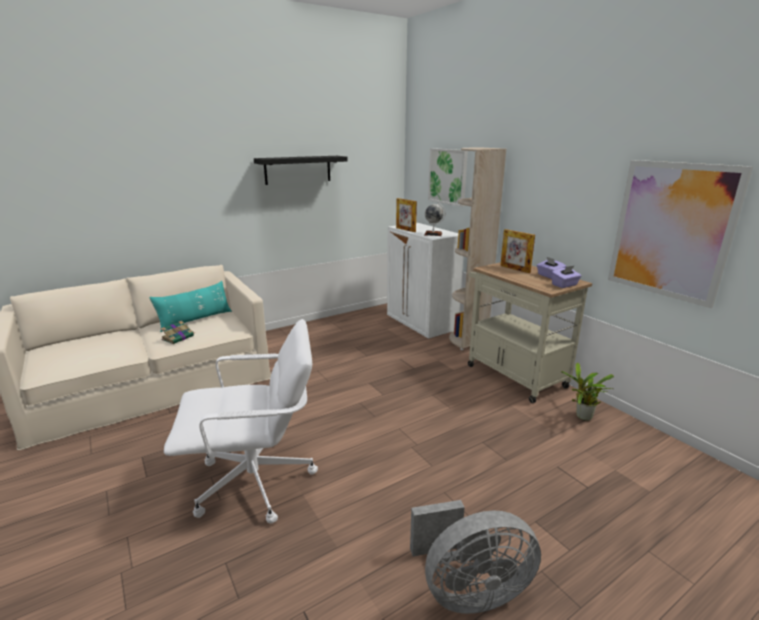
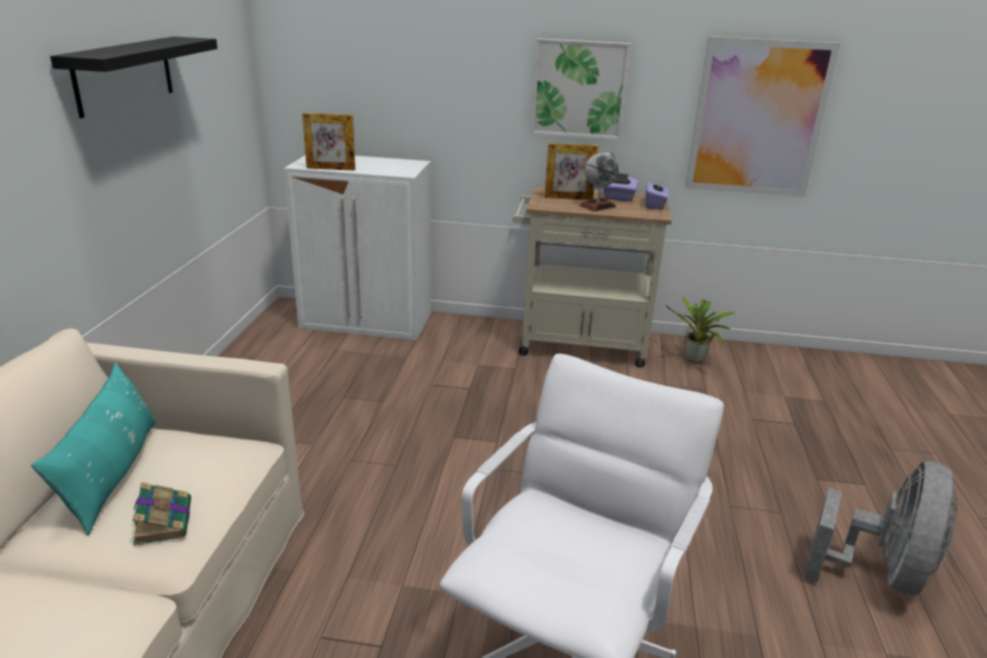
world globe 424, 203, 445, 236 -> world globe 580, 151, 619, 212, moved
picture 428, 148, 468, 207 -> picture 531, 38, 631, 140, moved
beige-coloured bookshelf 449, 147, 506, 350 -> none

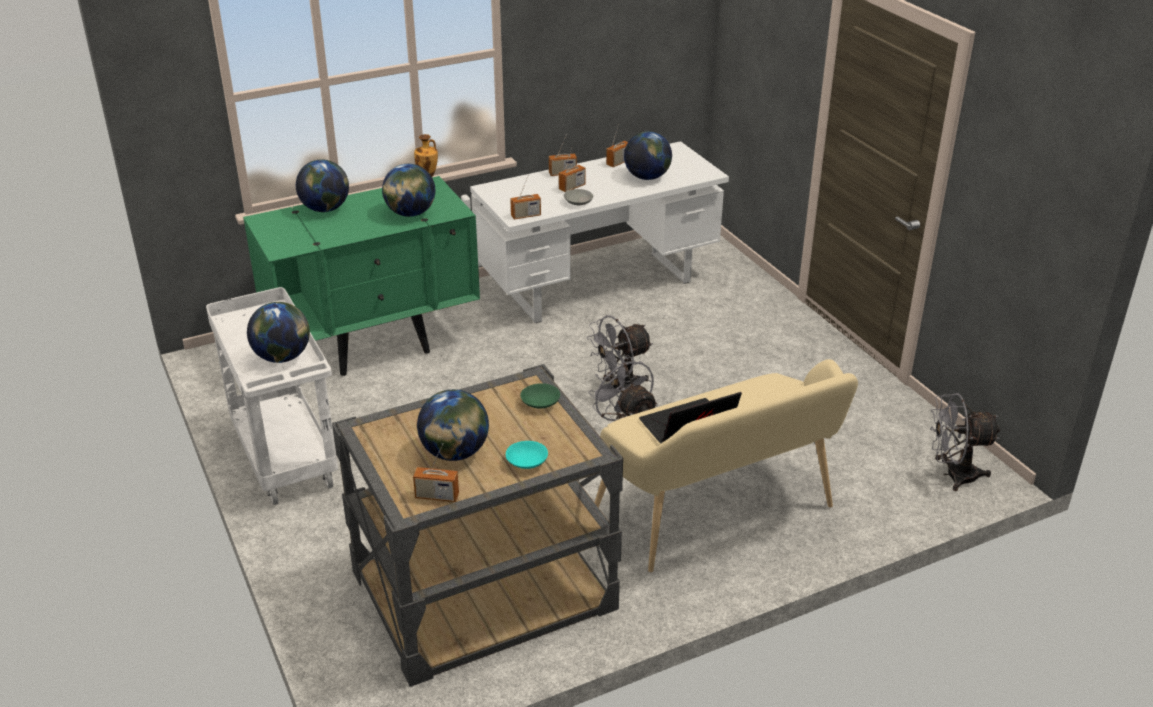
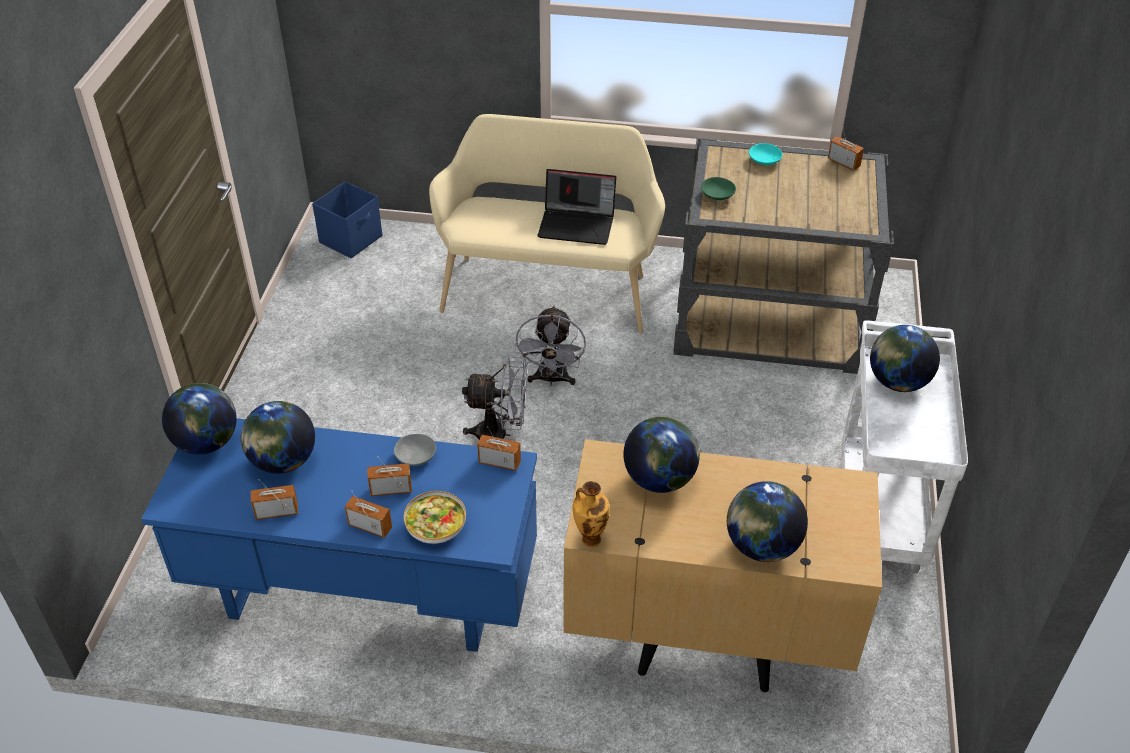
greenish drawer chest 243, 176, 480, 376 -> beige-coloured drawer chest 563, 439, 882, 692
world globe 417, 389, 489, 461 -> world globe 162, 383, 237, 455, moved
whitish desk table 470, 141, 729, 323 -> bluish desk table 141, 418, 537, 652
grey cooling fan 930, 393, 1000, 491 -> bluish storage bin 312, 181, 382, 258
none -> serving bowl 404, 491, 466, 544

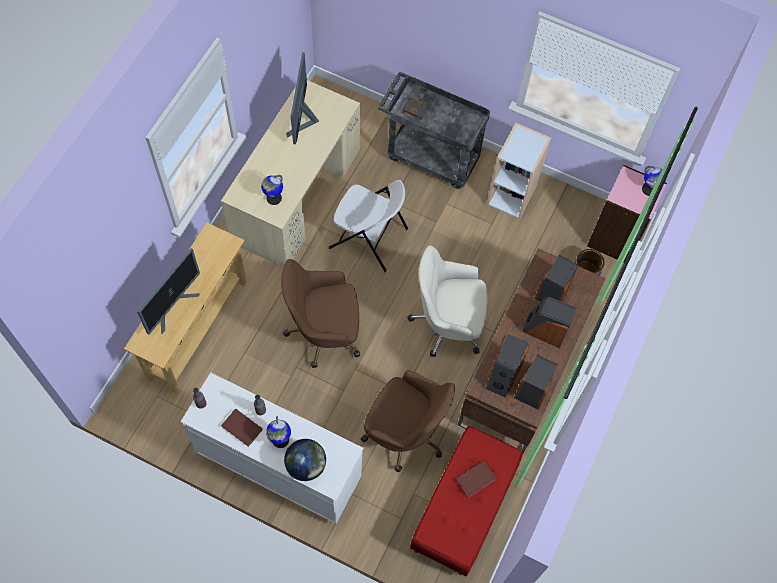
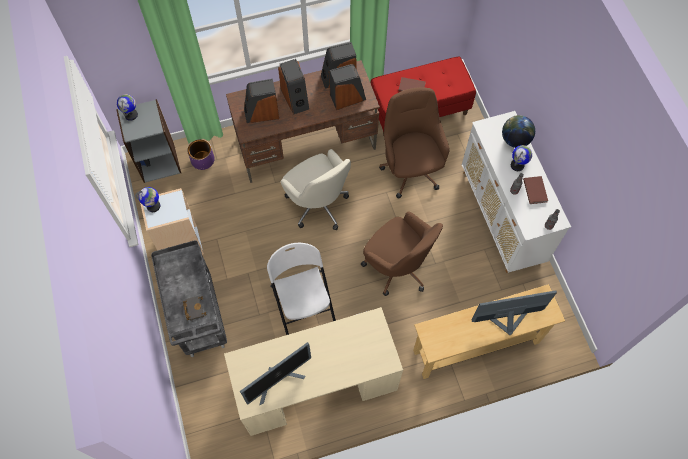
world globe 261, 175, 283, 205 -> world globe 135, 187, 160, 212, moved
pinkish bookshelf 587, 165, 667, 262 -> grey bookshelf 116, 99, 181, 183

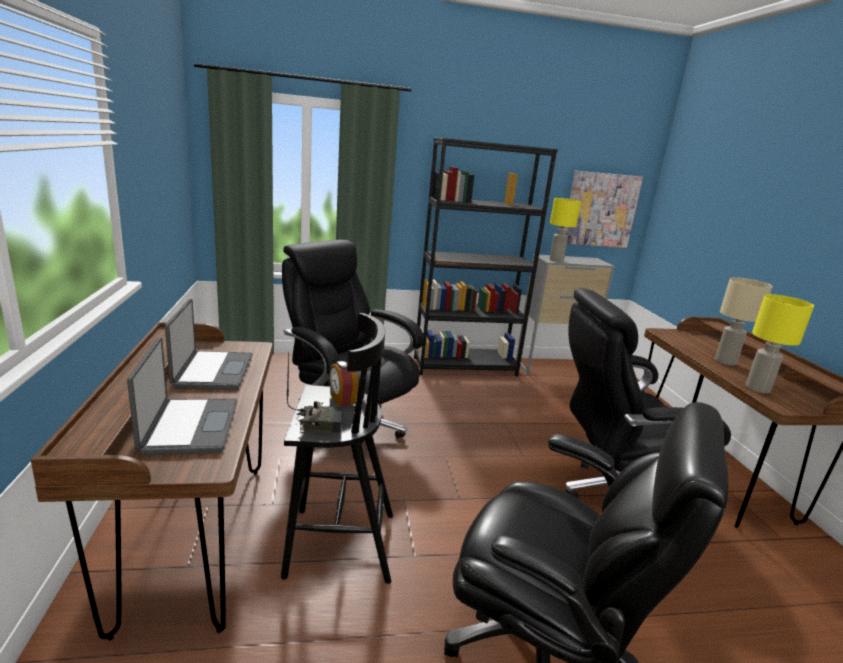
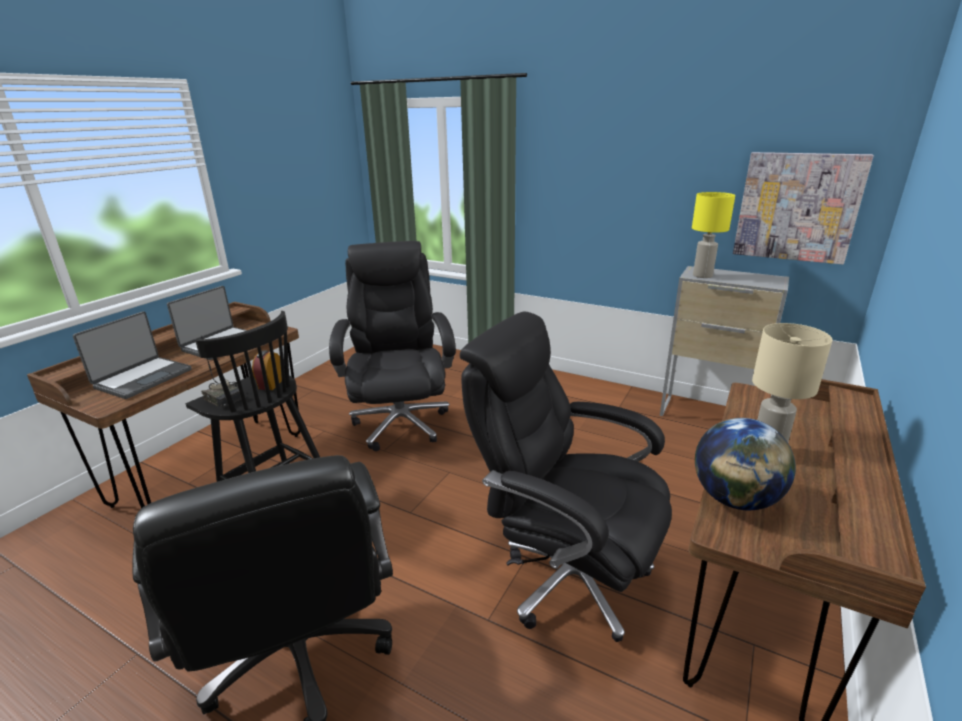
black-coloured bookshelf 414, 138, 558, 376 -> none
yellow-coloured table lamp 746, 294, 814, 393 -> world globe 695, 418, 796, 510

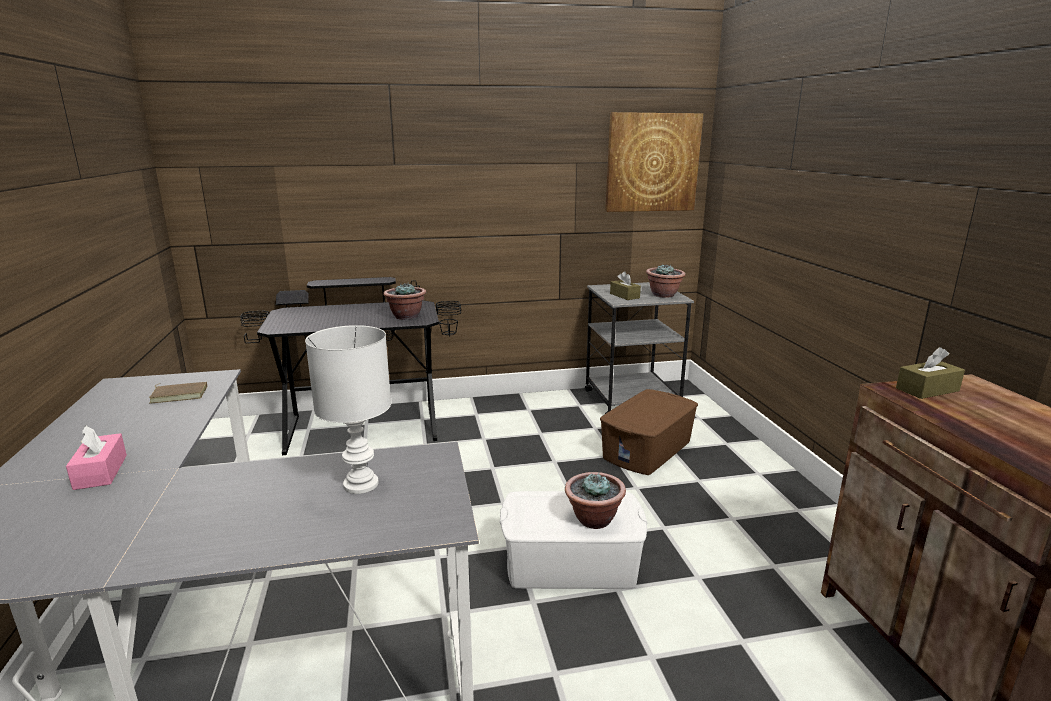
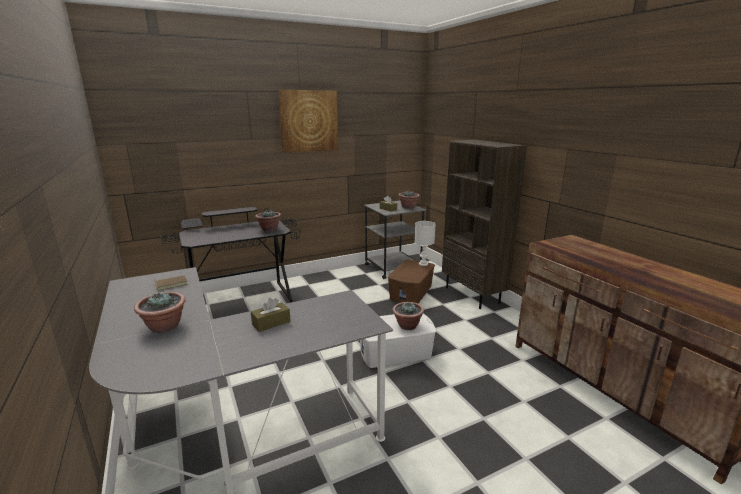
pinkish box of tissues 66, 425, 127, 490 -> potted plant 134, 291, 186, 333
whitish table lamp 305, 325, 391, 494 -> whitish table lamp 415, 221, 435, 266, moved
picture 605, 112, 703, 212 -> picture 278, 90, 338, 153, moved
brownish box of tissues 896, 347, 965, 399 -> brownish box of tissues 251, 298, 291, 332, moved
none -> brownish bookshelf 442, 140, 527, 309

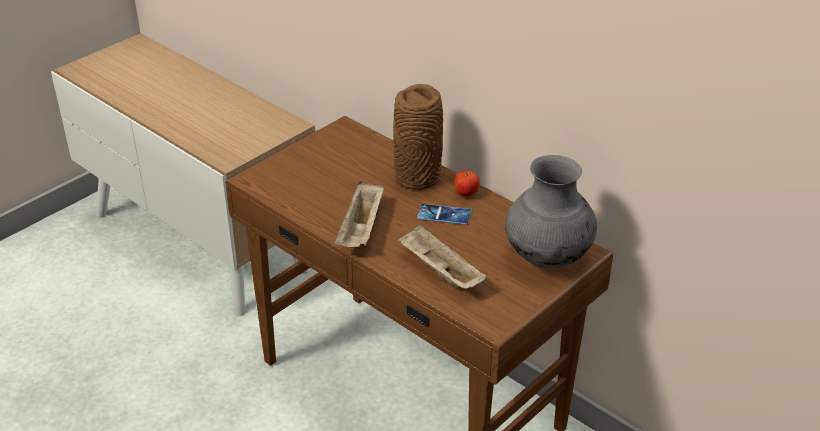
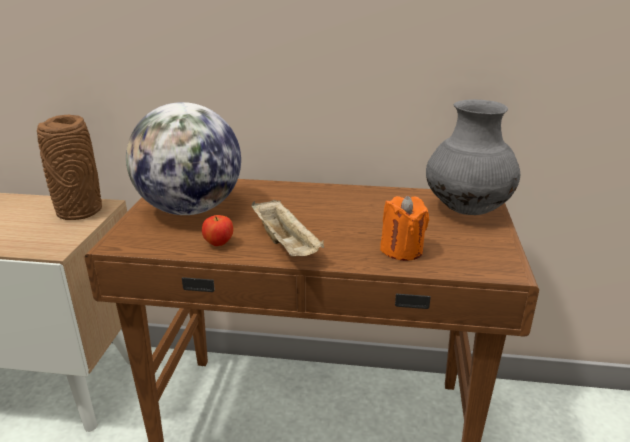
brownish decorative vase 393, 84, 443, 190 -> brownish decorative vase 37, 115, 102, 220, moved
beige-coloured serving tray 398, 225, 487, 289 -> orange wax candle 380, 196, 429, 261
handset 417, 204, 471, 225 -> none
whole apple 454, 171, 480, 197 -> whole apple 202, 215, 233, 246, moved
none -> world globe 126, 102, 241, 215

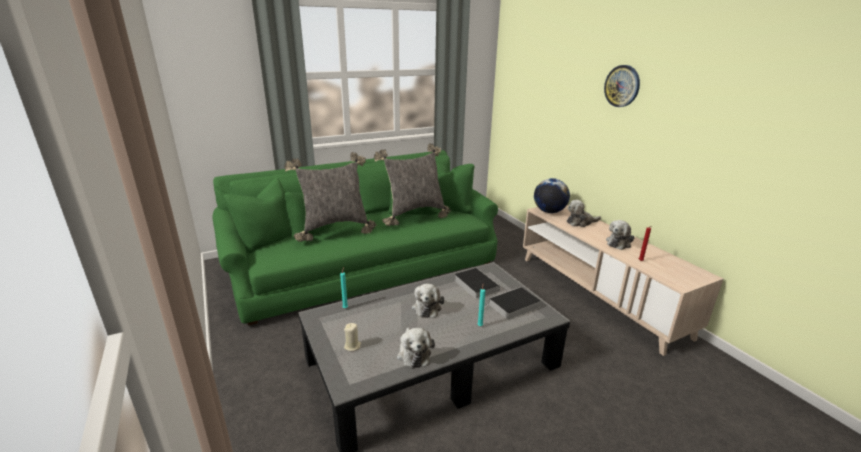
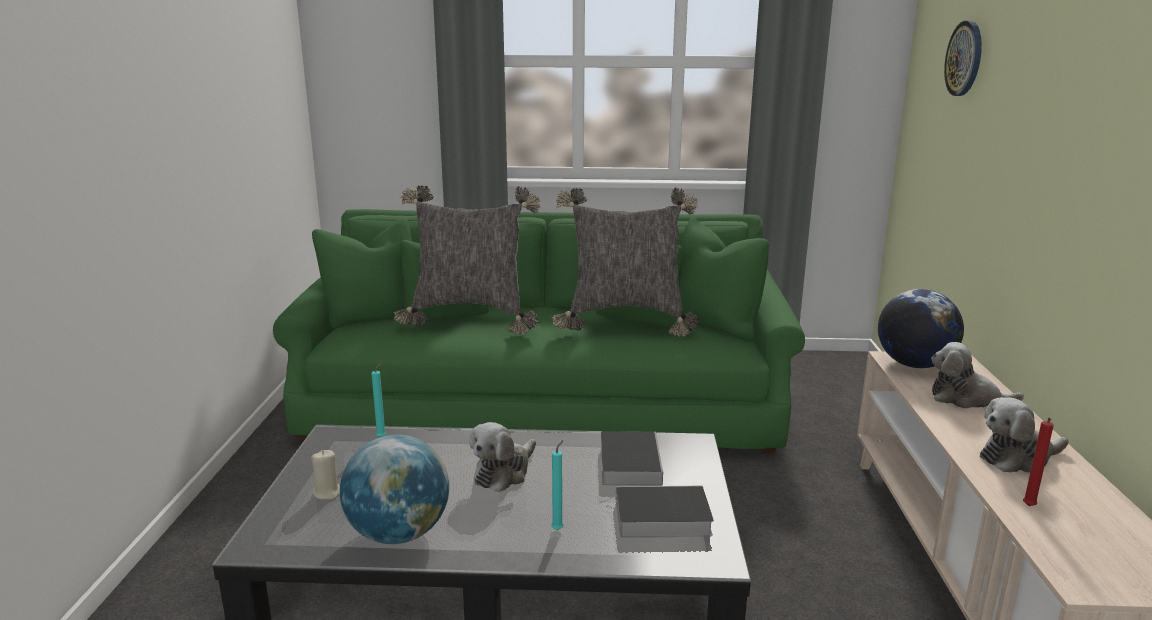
plush toy 397, 327, 435, 368 -> world globe 340, 435, 449, 544
wall clock 604, 65, 640, 107 -> wall clock 944, 21, 982, 96, moved

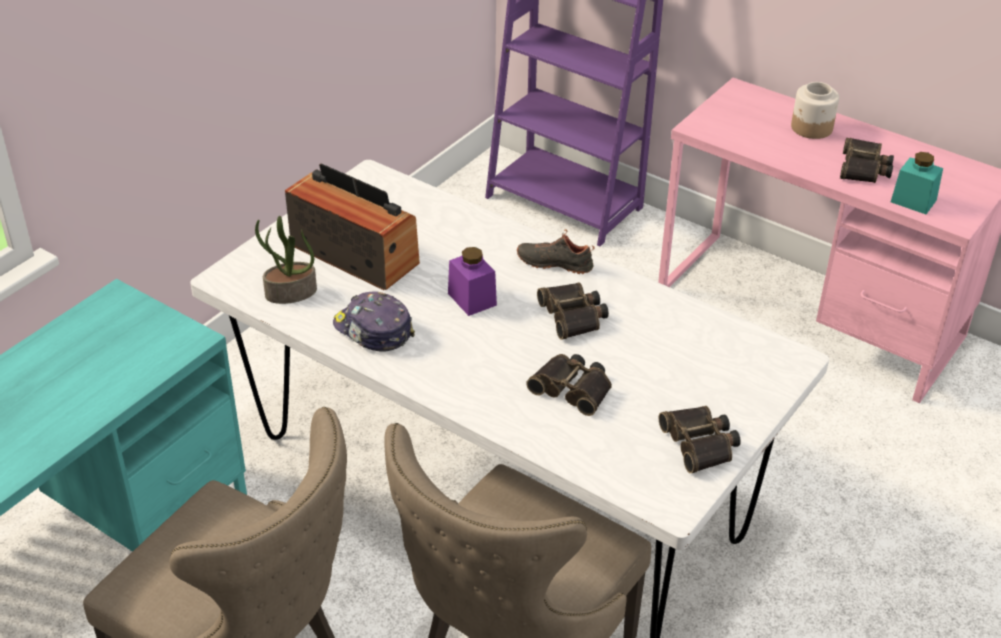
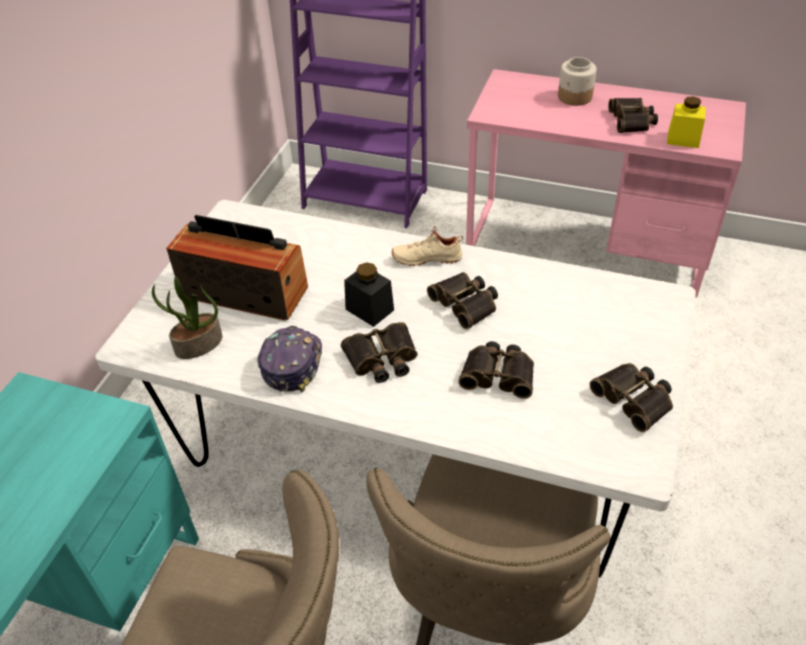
baseball cap 333, 292, 415, 352 -> baseball cap 257, 326, 322, 392, 75 degrees clockwise
purplish preserve jar 448, 247, 497, 316 -> black-coloured preserve jar 344, 262, 394, 327
black-coloured low shoe 517, 229, 595, 274 -> beige-coloured low shoe 392, 226, 463, 266
turquoise preserve jar 891, 152, 943, 214 -> yellow-coloured preserve jar 667, 96, 706, 148
none -> field glasses 341, 322, 417, 383

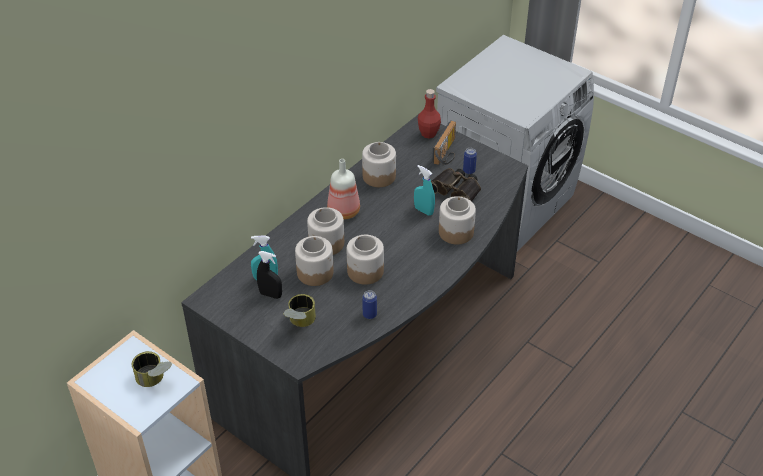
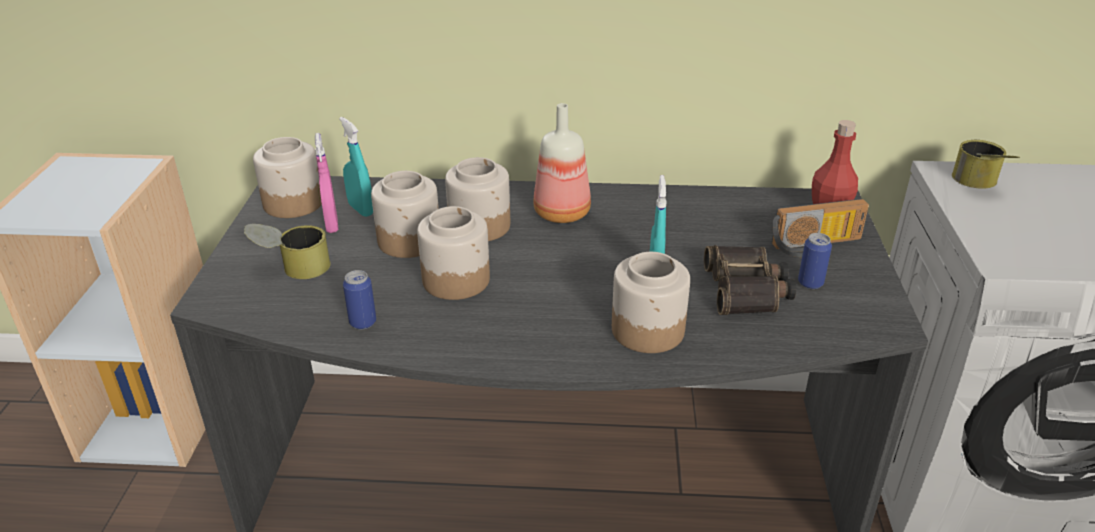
sealed can 132, 351, 172, 387 -> sealed can 952, 140, 1020, 189, moved
black-coloured hand sprayer 257, 251, 282, 299 -> pinkish hand sprayer 315, 133, 338, 233
preserve jar 362, 142, 396, 187 -> preserve jar 253, 137, 322, 218, moved

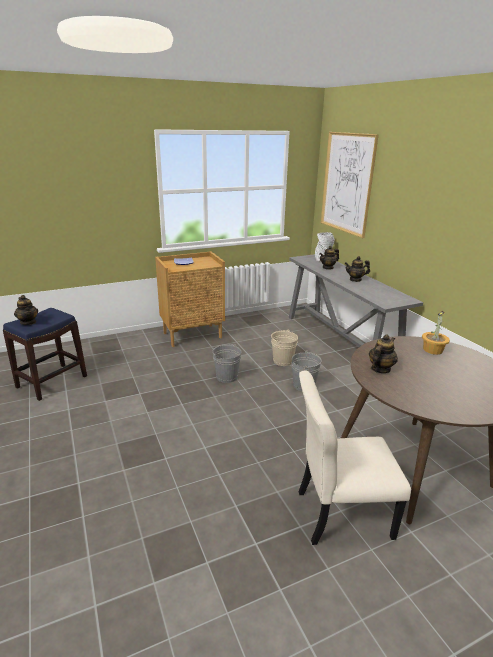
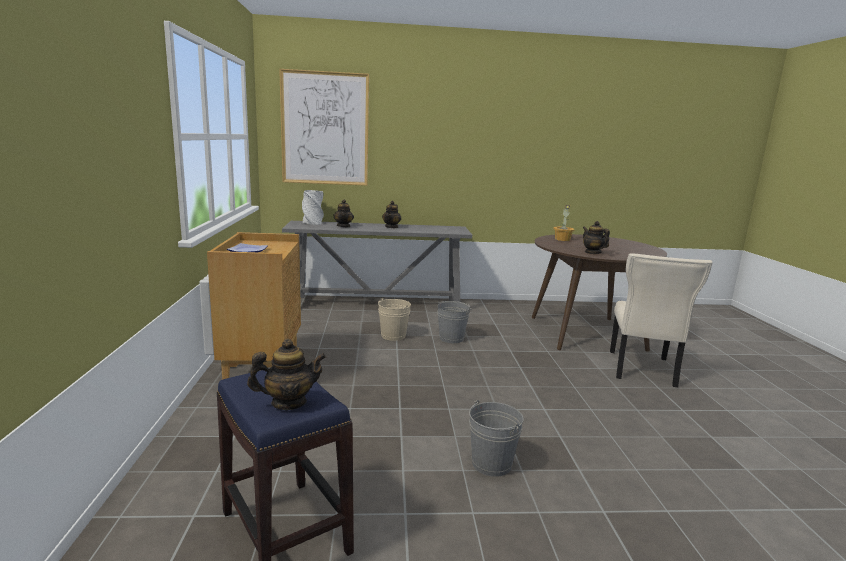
grey water bucket 212, 344, 241, 383 -> grey water bucket 469, 400, 524, 477, moved

